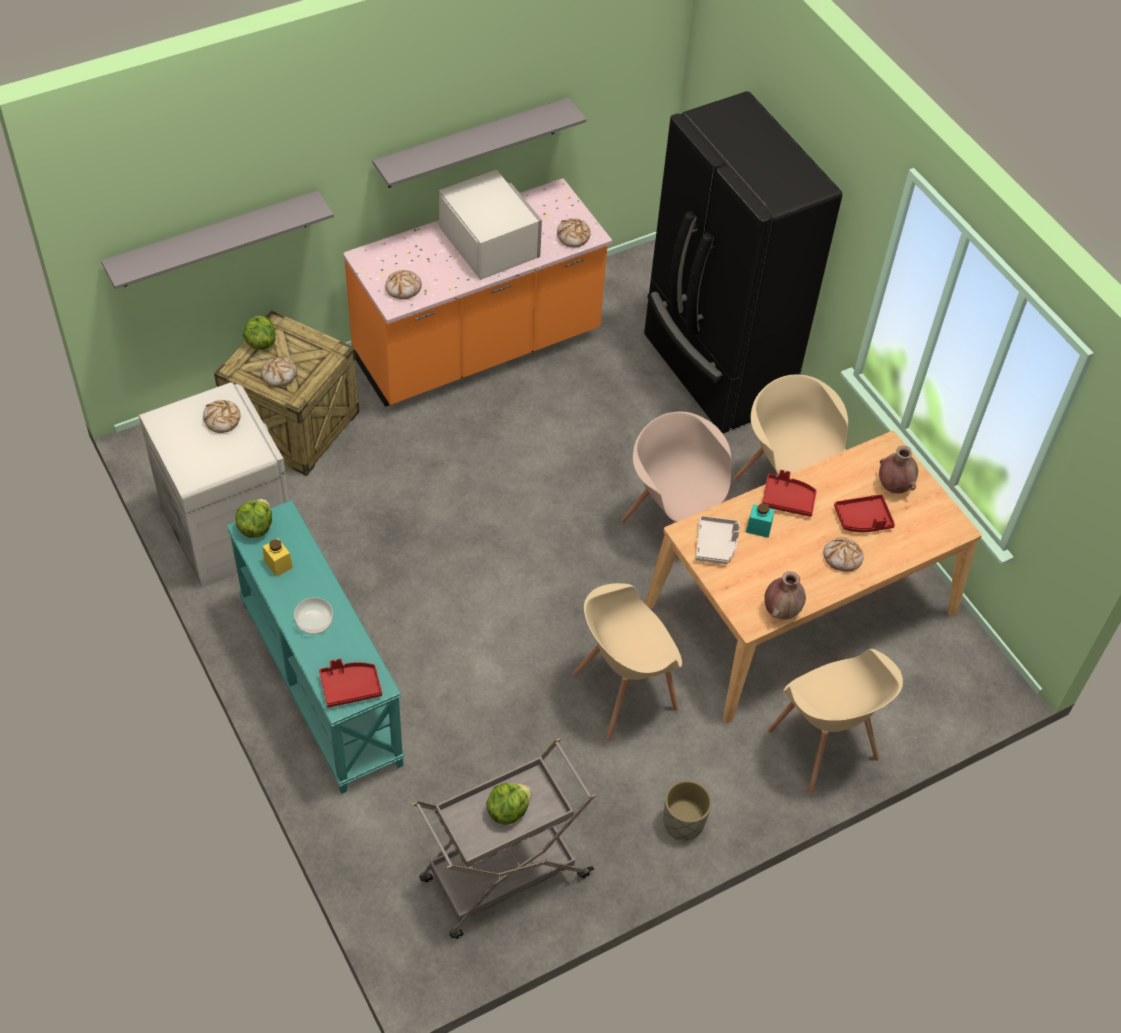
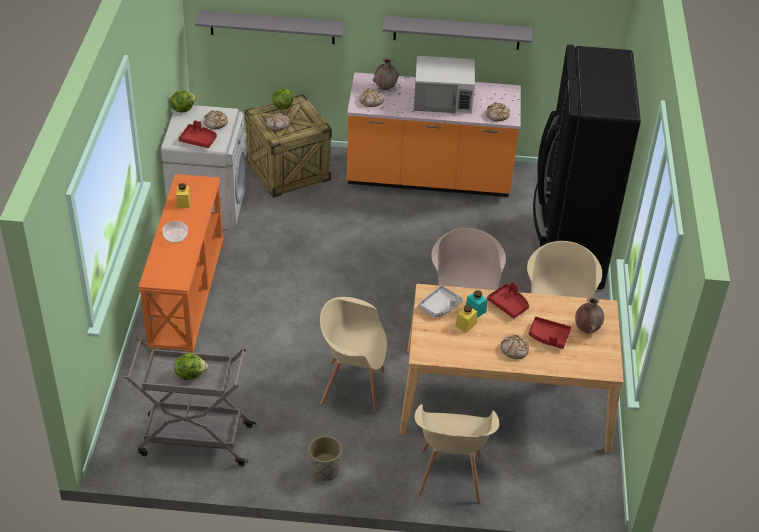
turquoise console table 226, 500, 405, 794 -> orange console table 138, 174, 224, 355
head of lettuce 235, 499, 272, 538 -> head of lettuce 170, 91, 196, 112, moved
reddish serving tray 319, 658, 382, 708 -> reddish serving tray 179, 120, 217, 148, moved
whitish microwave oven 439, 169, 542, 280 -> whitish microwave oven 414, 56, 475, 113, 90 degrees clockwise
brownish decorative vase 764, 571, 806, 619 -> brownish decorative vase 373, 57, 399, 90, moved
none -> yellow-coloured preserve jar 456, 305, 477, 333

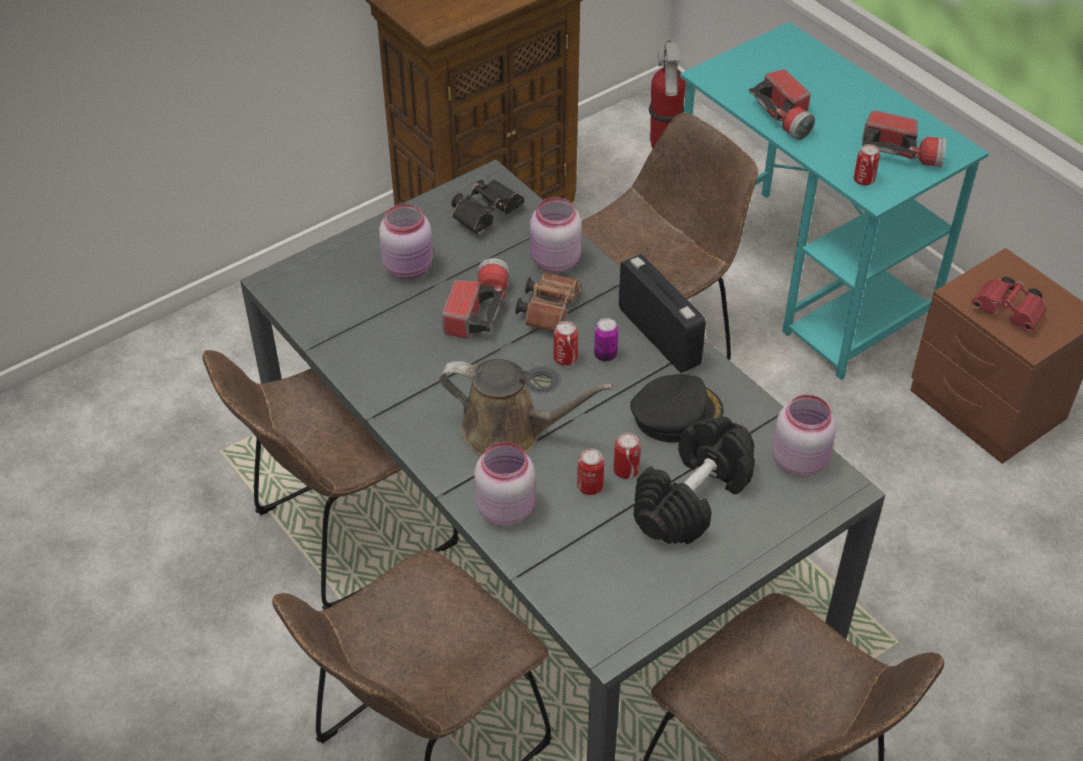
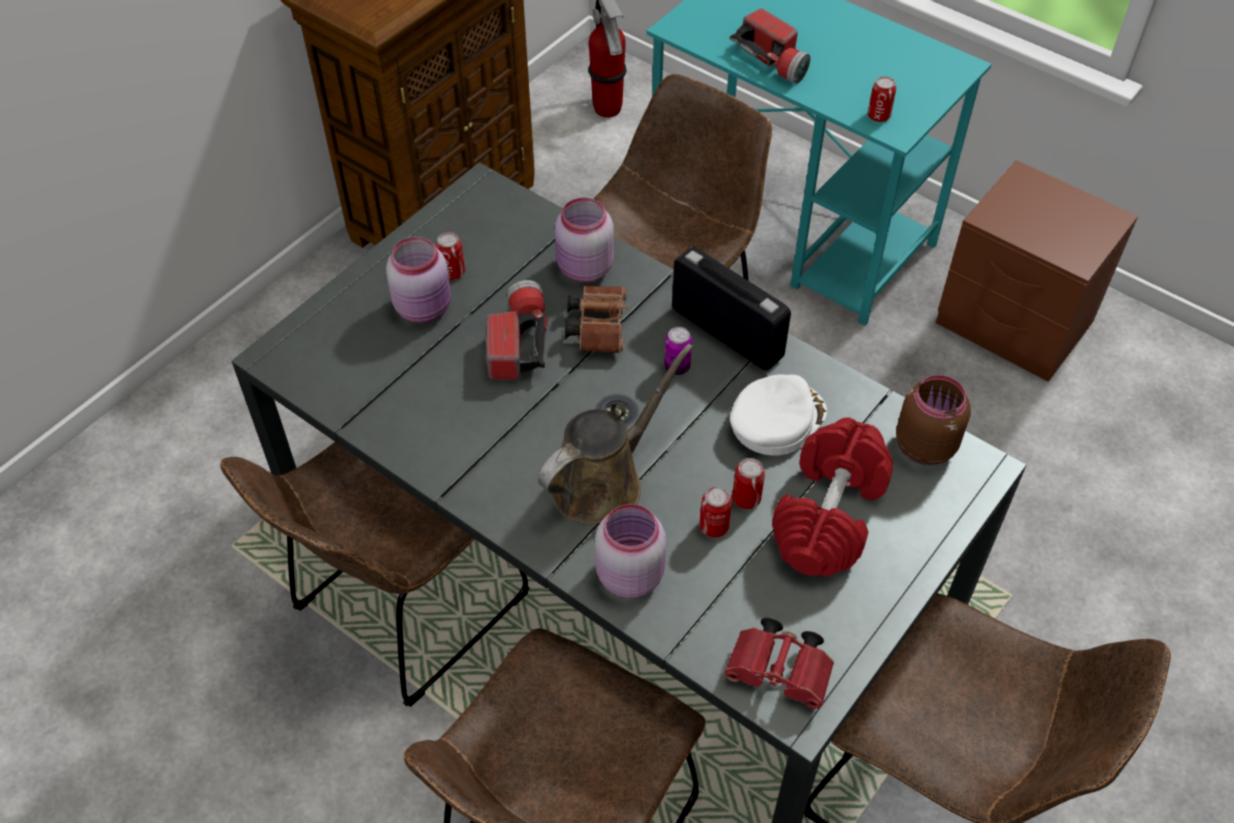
brownish watering can 439, 359, 613, 456 -> brownish watering can 538, 344, 693, 525, 45 degrees counterclockwise
black-coloured field glasses 451, 180, 524, 234 -> none
sealed can 554, 321, 578, 366 -> sealed can 436, 232, 465, 280, moved
black-coloured baseball cap 630, 374, 724, 443 -> whitish baseball cap 730, 375, 827, 456
black-coloured hand weight 634, 417, 755, 544 -> reddish hand weight 772, 417, 893, 577
pinkish preserve jar 772, 395, 836, 477 -> brownish preserve jar 896, 375, 970, 465
hand torch 862, 110, 946, 167 -> none
reddish field glasses 971, 277, 1047, 332 -> reddish field glasses 724, 618, 834, 709, moved

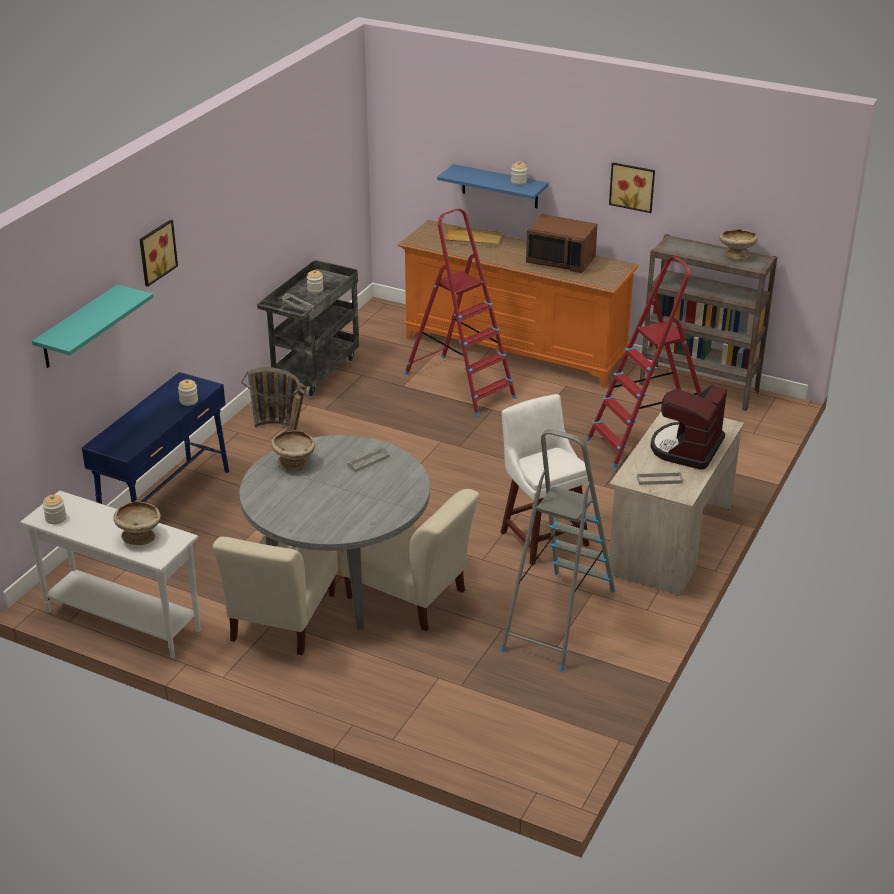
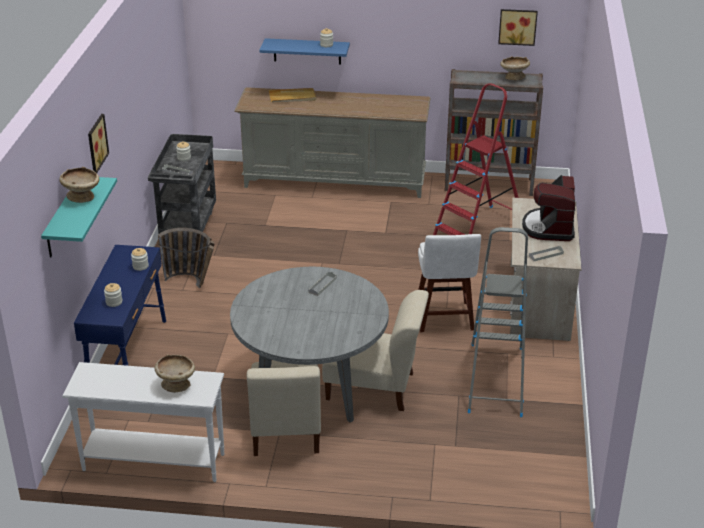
preserve jar 43, 495, 66, 524 -> preserve jar 104, 283, 122, 307, moved
beige-coloured serving bowl 271, 430, 315, 471 -> beige-coloured serving bowl 59, 167, 99, 203, moved
orange storage cabinet 397, 220, 638, 388 -> grey storage cabinet 234, 87, 431, 198
reddish step stool 405, 209, 517, 417 -> none
whitish plain chair 500, 394, 589, 565 -> whitish plain chair 418, 234, 481, 332, 135 degrees counterclockwise
brownish microwave oven 526, 214, 597, 273 -> none
picture 609, 162, 655, 213 -> picture 498, 9, 538, 46, moved

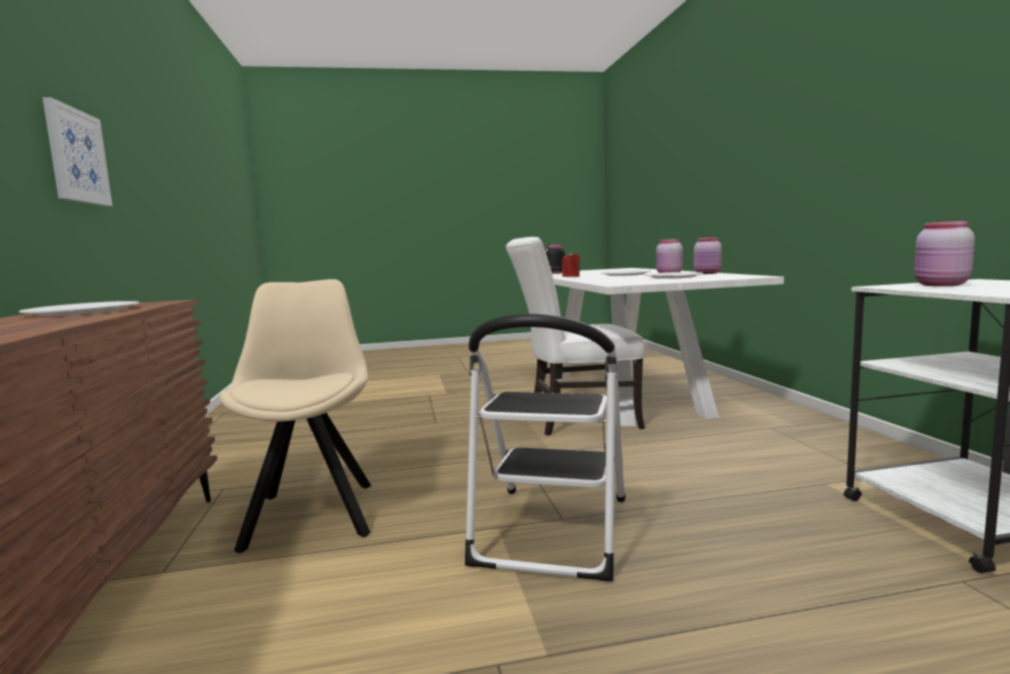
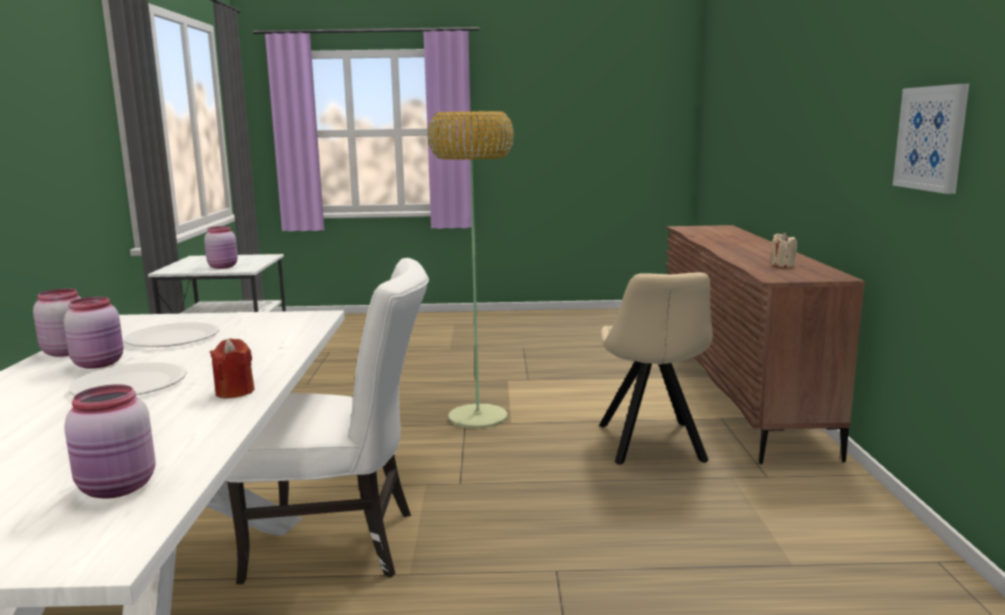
whitish flat dish 19, 301, 140, 316 -> beige-coloured wax candle 771, 232, 797, 267
step stool 465, 314, 625, 582 -> floor lamp 427, 111, 514, 429
black-coloured preserve jar 545, 245, 565, 274 -> pinkish preserve jar 64, 384, 156, 498

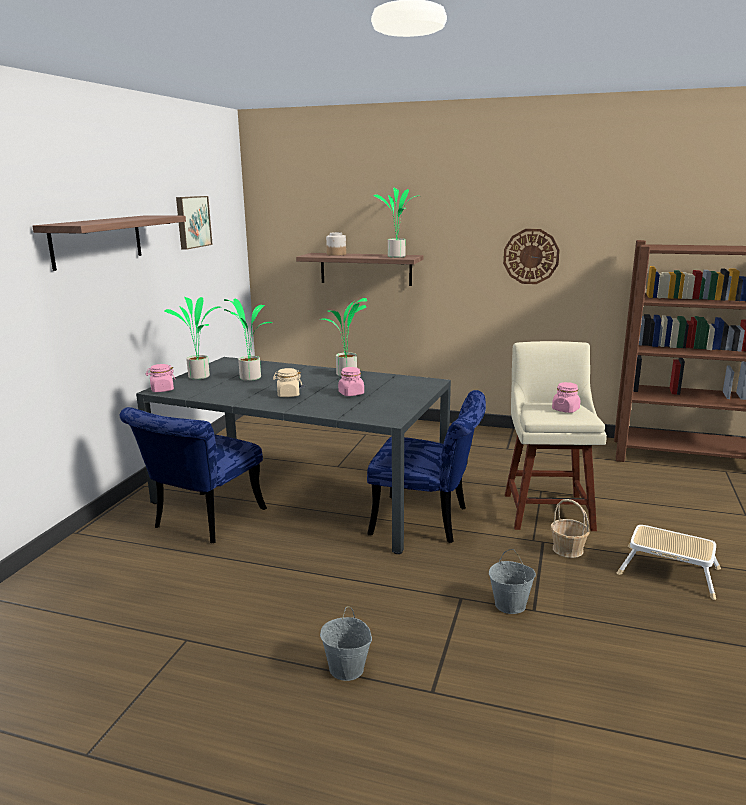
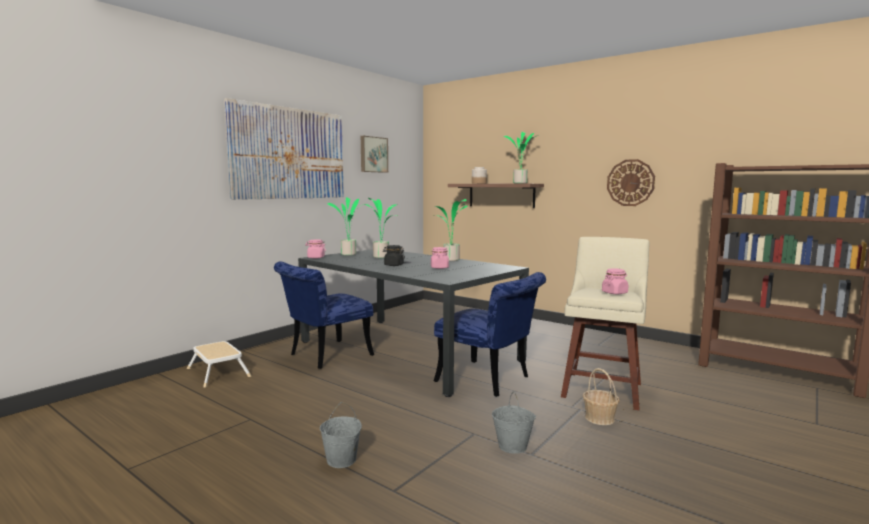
wall shelf 32, 215, 186, 271 -> picture 224, 98, 344, 200
beige-coloured preserve jar 273, 368, 302, 397 -> black-coloured preserve jar 383, 245, 405, 266
beige-coloured step stool 617, 525, 721, 600 -> beige-coloured step stool 187, 341, 251, 388, moved

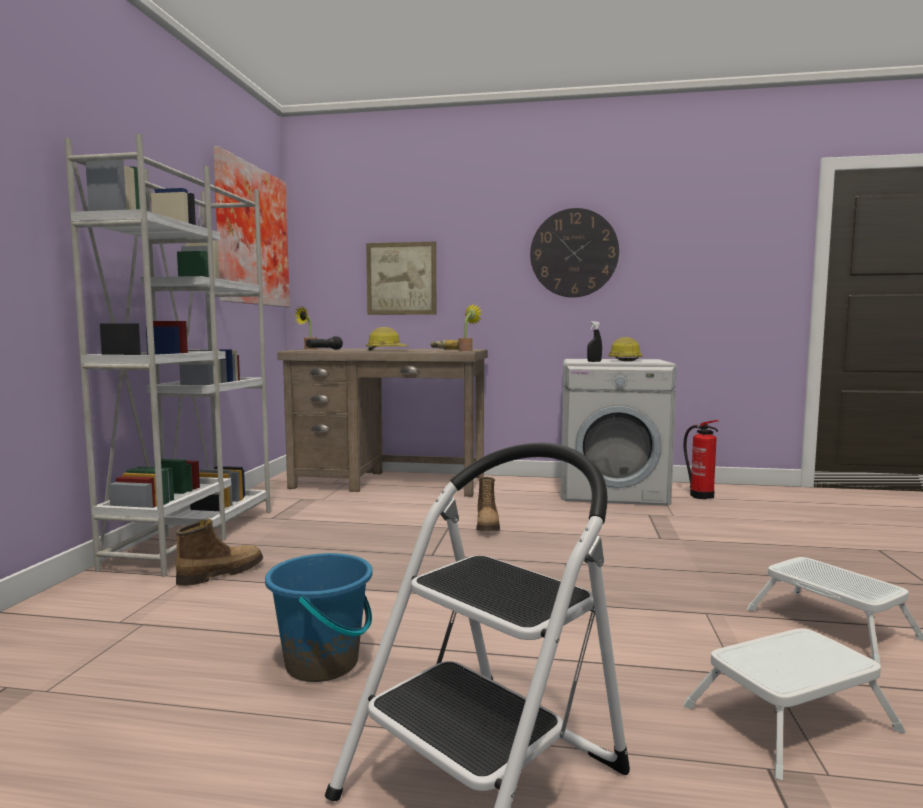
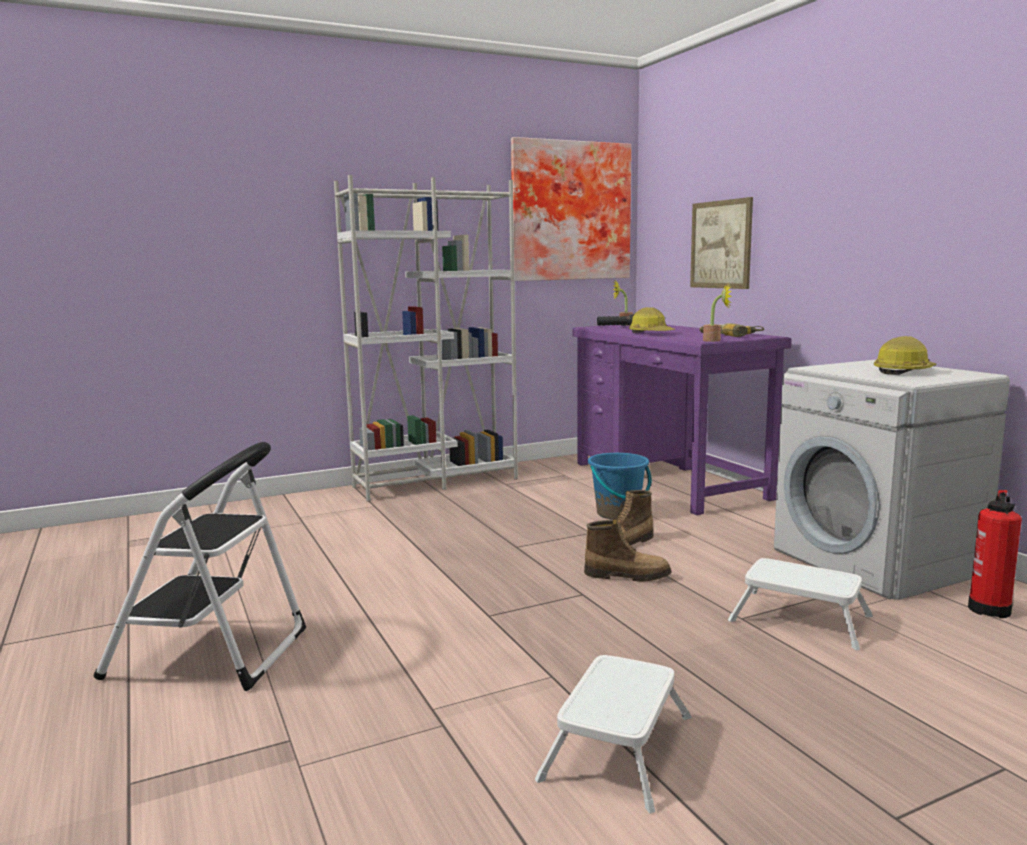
boot 176, 519, 263, 586 -> boot 584, 519, 672, 582, moved
bluish water bucket 265, 553, 372, 682 -> bluish water bucket 588, 453, 652, 520, moved
brownish desk table 277, 349, 488, 497 -> purplish desk table 573, 325, 792, 515
wall clock 530, 208, 619, 298 -> none
black-coloured hand sprayer 587, 321, 602, 362 -> none
whitish step stool 683, 628, 906, 780 -> whitish step stool 728, 558, 873, 650, moved

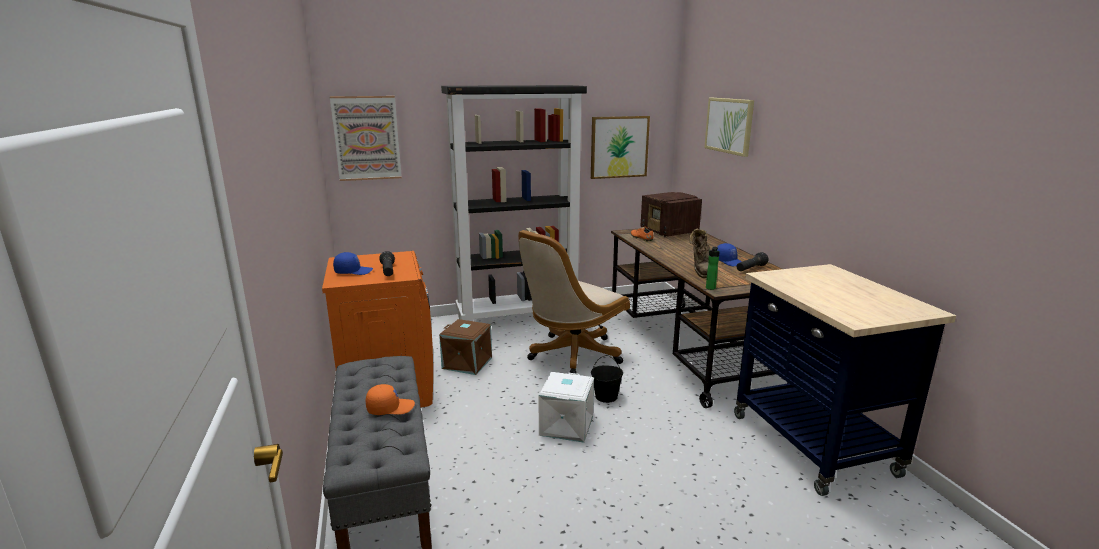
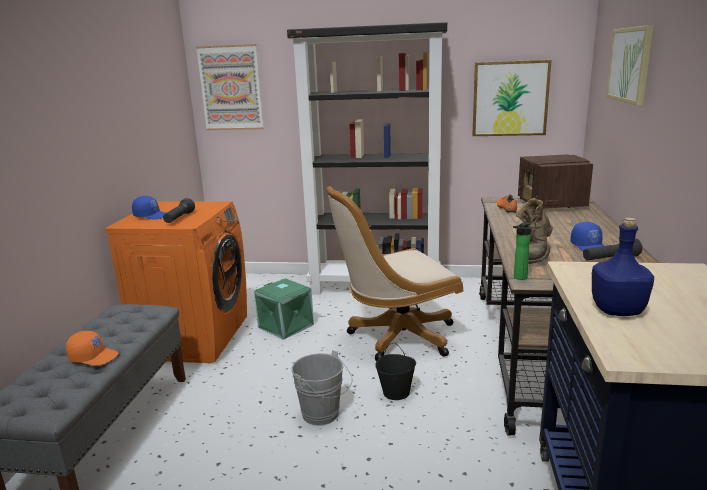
brownish storage bin 439, 319, 492, 375 -> greenish storage bin 254, 278, 314, 340
whitish storage bin 539, 372, 594, 443 -> grey water bucket 292, 350, 352, 426
none -> bluish bottle 592, 217, 654, 316

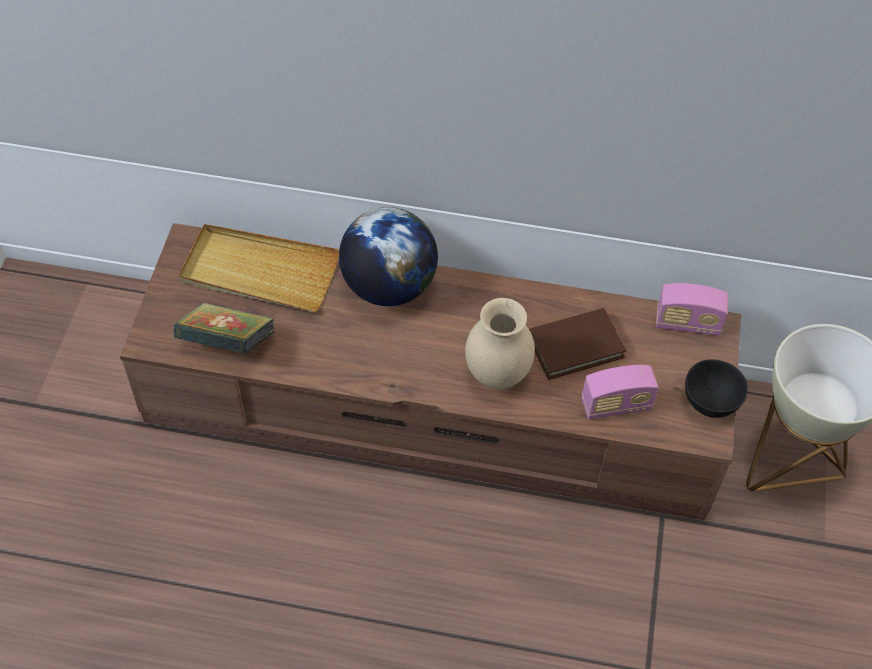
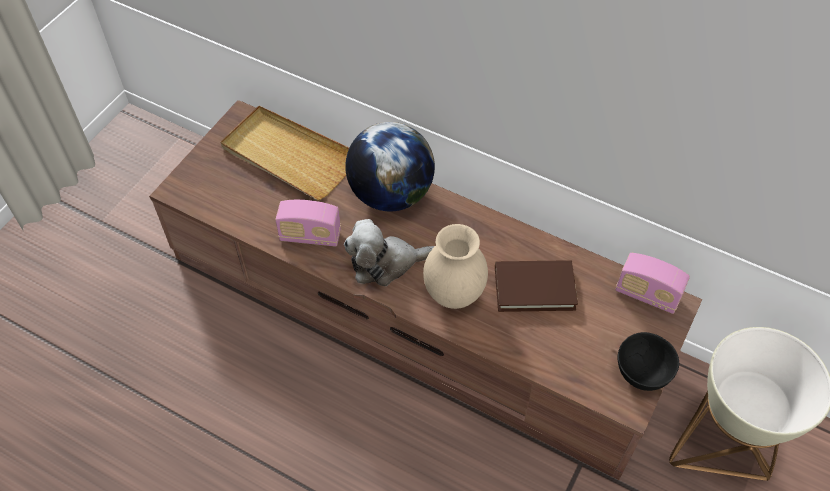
volume 174, 303, 275, 354 -> none
radio receiver 581, 365, 659, 420 -> radio receiver 275, 200, 341, 247, moved
none -> plush toy 344, 219, 435, 286

